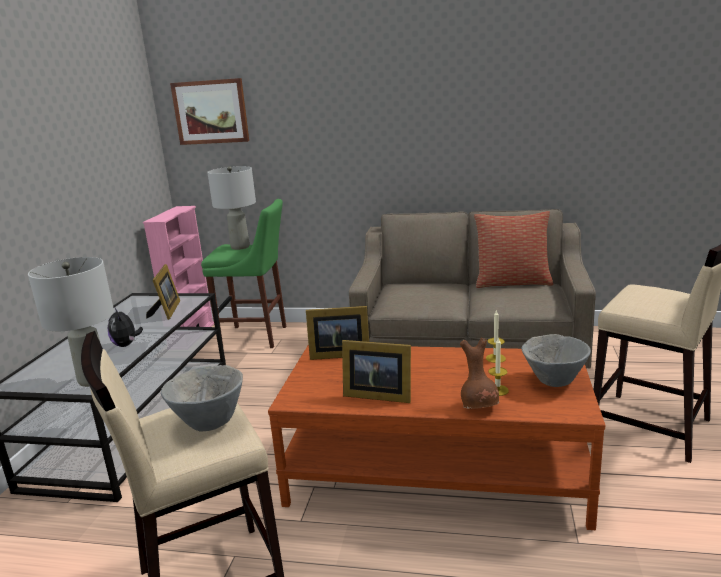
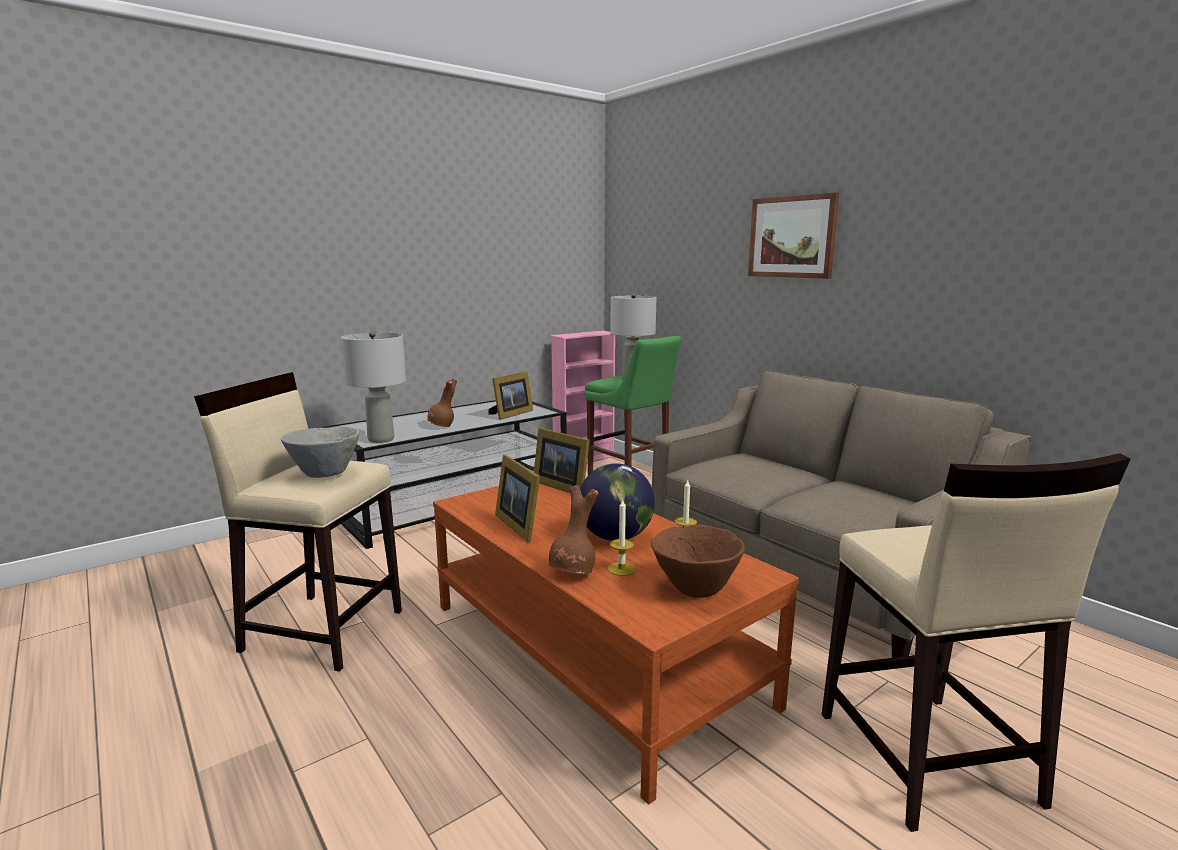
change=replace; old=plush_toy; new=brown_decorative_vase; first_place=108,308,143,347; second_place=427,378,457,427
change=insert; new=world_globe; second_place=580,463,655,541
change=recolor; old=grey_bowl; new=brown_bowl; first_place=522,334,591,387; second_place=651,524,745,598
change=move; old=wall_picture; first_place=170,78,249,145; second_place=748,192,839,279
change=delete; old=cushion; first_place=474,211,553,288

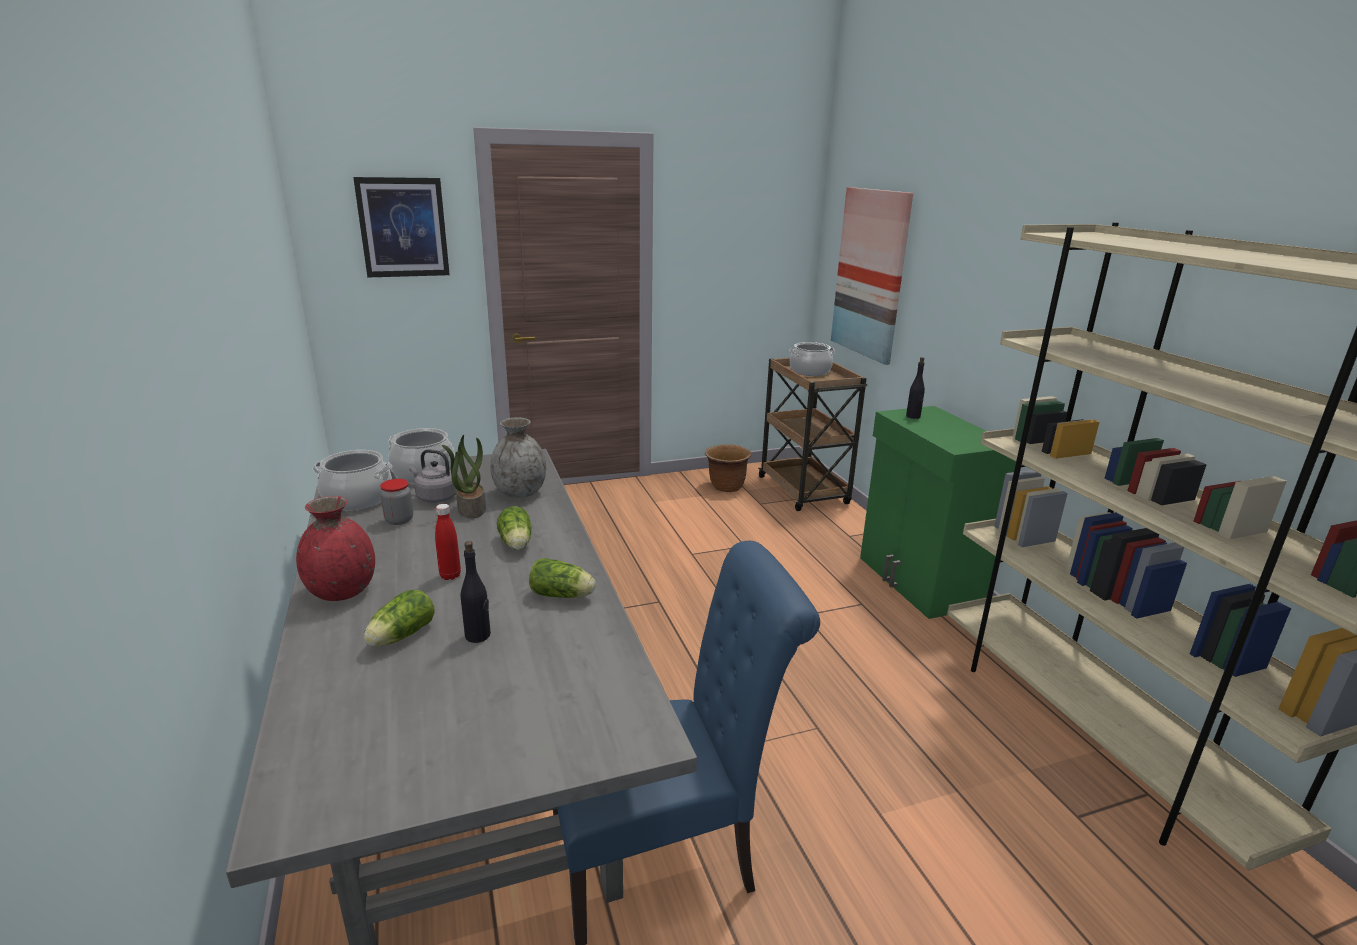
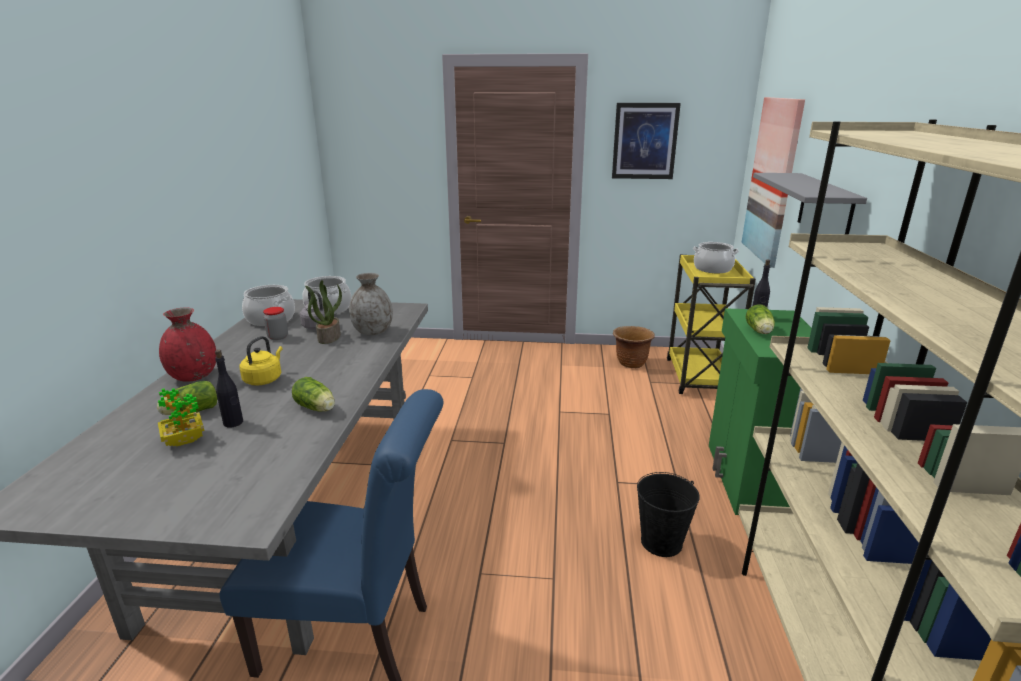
change=insert; new=houseplant; second_place=158,388,205,447
change=replace; old=red_drink_bottle; new=yellowish_water_kettle; first_place=435,504,461,580; second_place=239,336,283,386
change=move; old=wall_picture; first_place=353,177,450,277; second_place=612,103,681,179
change=insert; new=blackish_pail; second_place=637,472,700,557
change=recolor; old=brown_cart; new=yellowish_cart; first_place=758,358,867,511; second_place=667,254,756,394
change=move; old=lettuce_head; first_place=497,506,532,550; second_place=746,304,775,334
change=insert; new=grey_wall_shelf; second_place=753,173,867,234

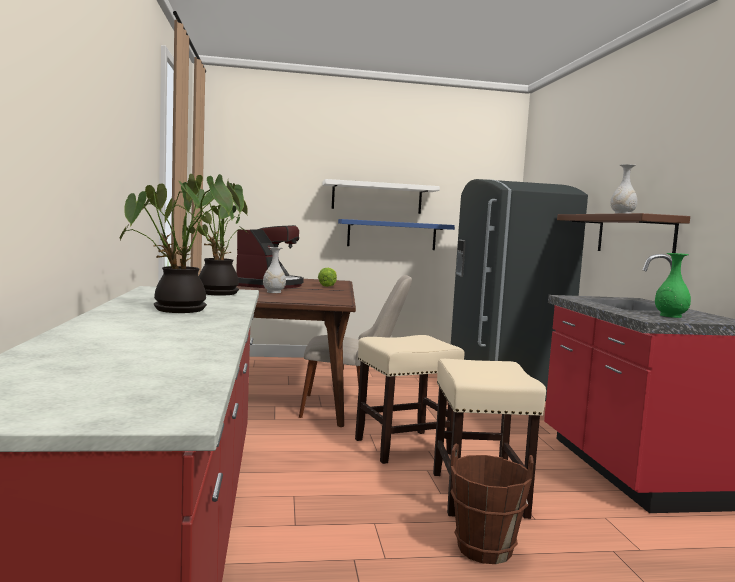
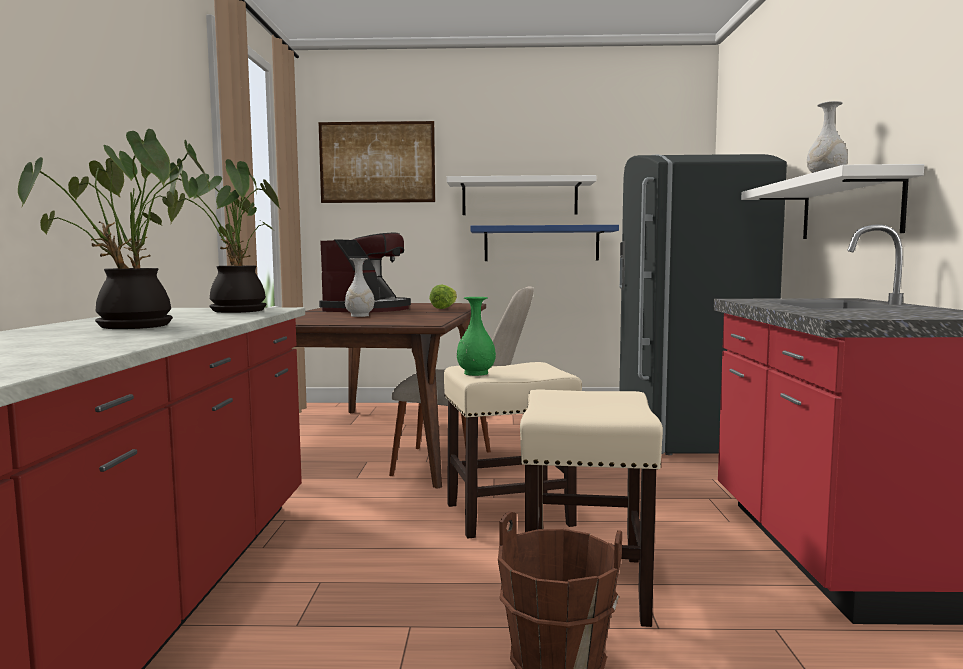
change=insert; new=wall_picture; second_place=319,121,435,203
change=move; old=greenish_decorative_vase; first_place=655,253,691,318; second_place=457,297,496,376
change=recolor; old=brown_wall_shelf; new=white_wall_shelf; first_place=557,213,690,253; second_place=741,164,924,239

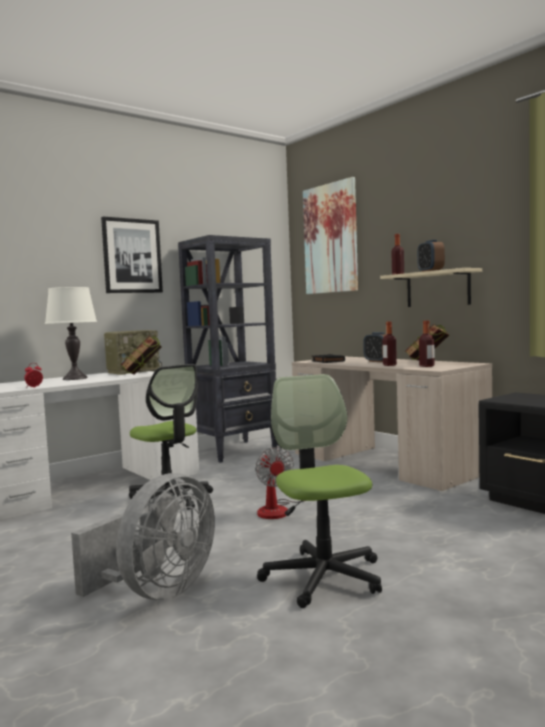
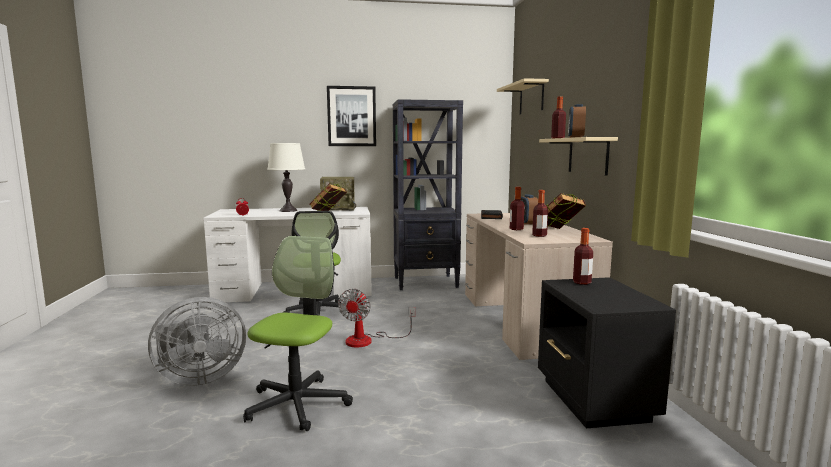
change=replace; old=wall_picture; new=beige_wall_shelf; first_place=303,177,358,294; second_place=497,78,549,114
change=insert; new=drink_bottle; second_place=573,228,593,285

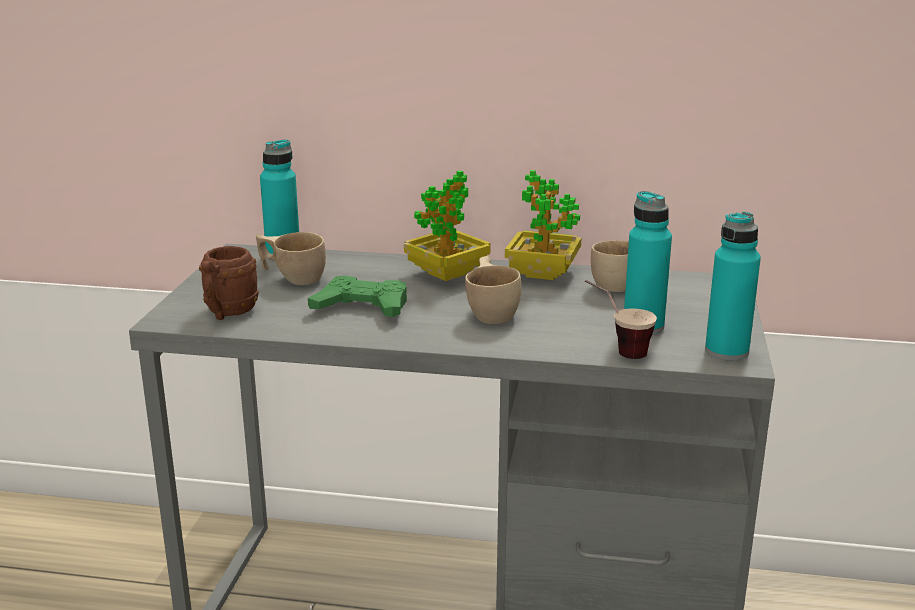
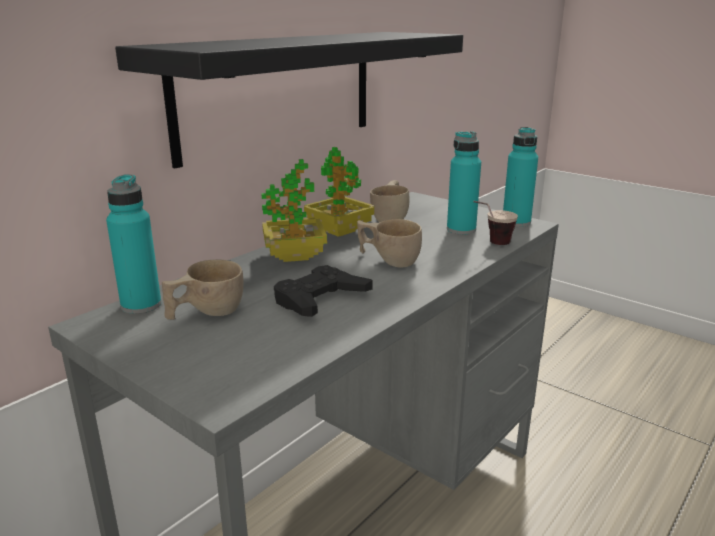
change=insert; new=blackish_wall_shelf; second_place=115,32,463,168
change=recolor; old=greenish_gamepad; new=blackish_gamepad; first_place=308,276,407,317; second_place=274,265,373,317
change=delete; old=brown_coffee_mug; first_place=199,246,259,320

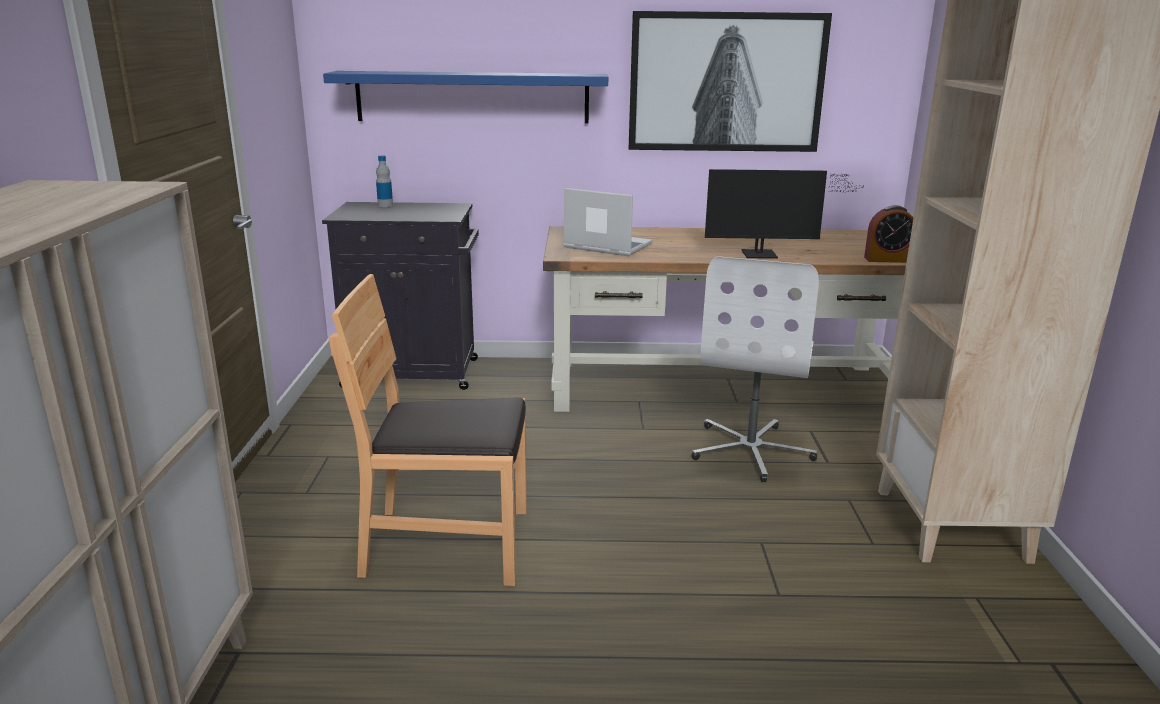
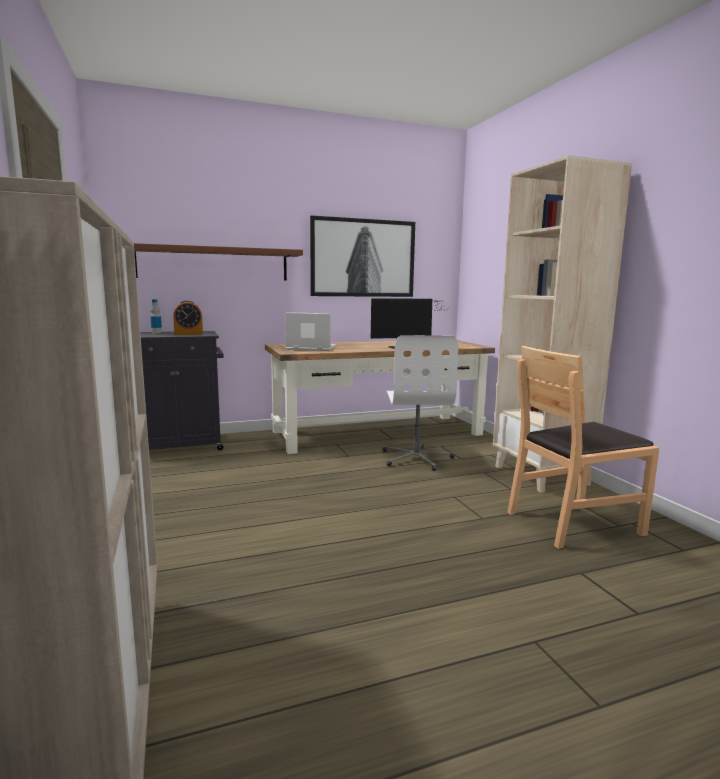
change=recolor; old=blue_wall_shelf; new=brown_wall_shelf; first_place=323,71,608,124; second_place=134,243,303,281
change=move; old=bedside_clock; first_place=864,205,914,263; second_place=173,300,203,335
change=move; old=brown_plain_chair; first_place=329,274,527,586; second_place=507,346,660,549

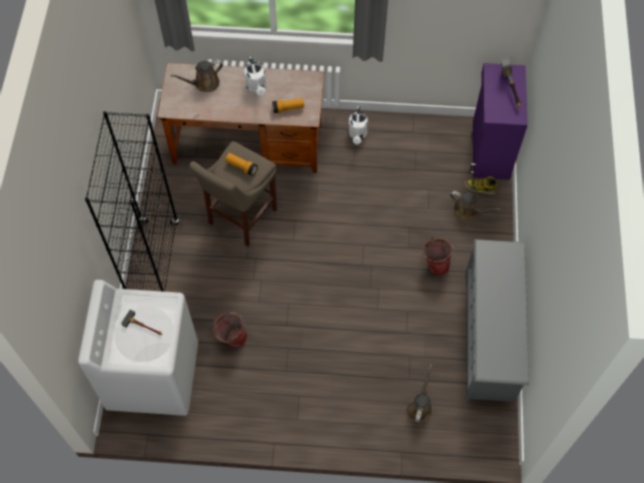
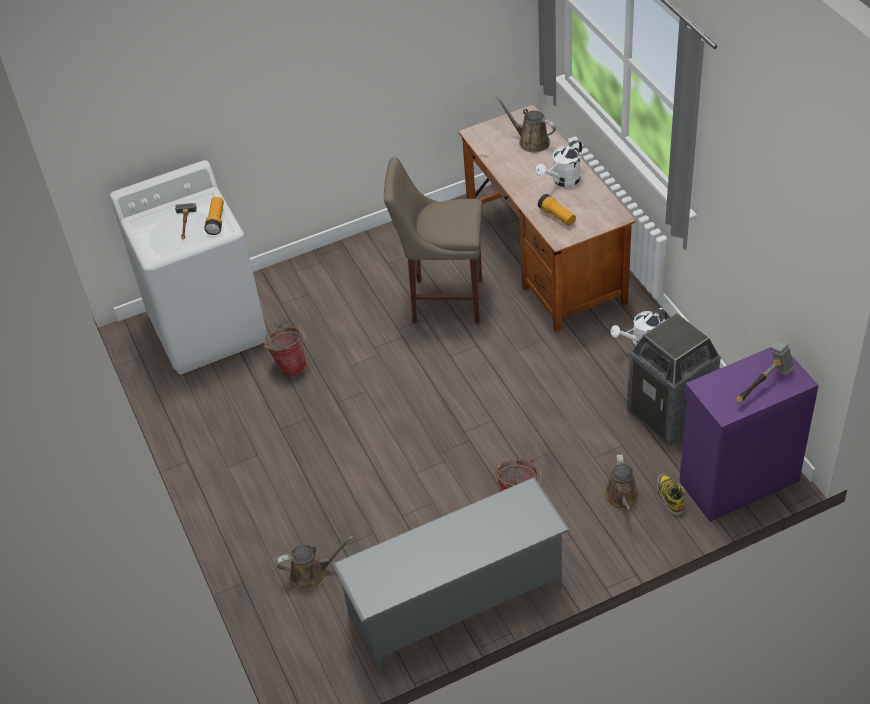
change=move; old=hand_torch; first_place=225,153,258,176; second_place=204,197,224,235
change=insert; new=rubbish_bin; second_place=626,313,721,446
change=delete; old=blackish_bookcase; first_place=85,111,179,292

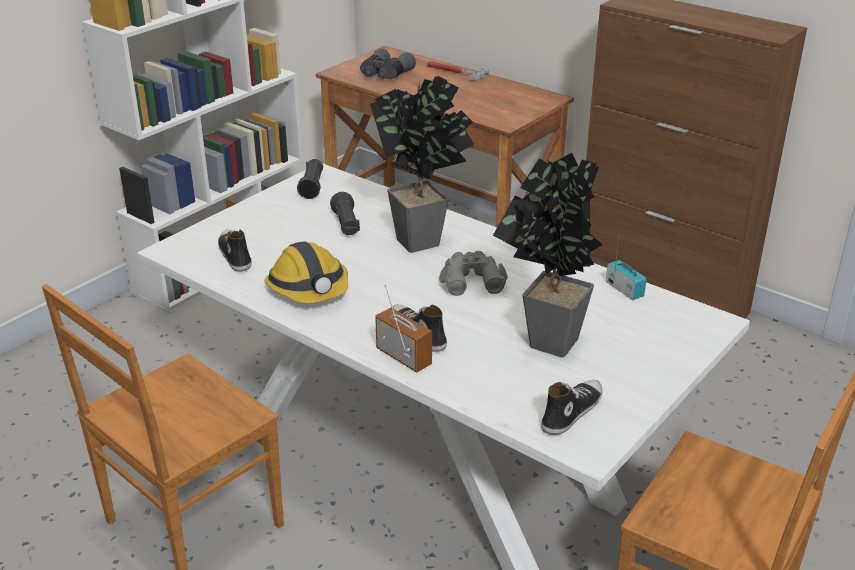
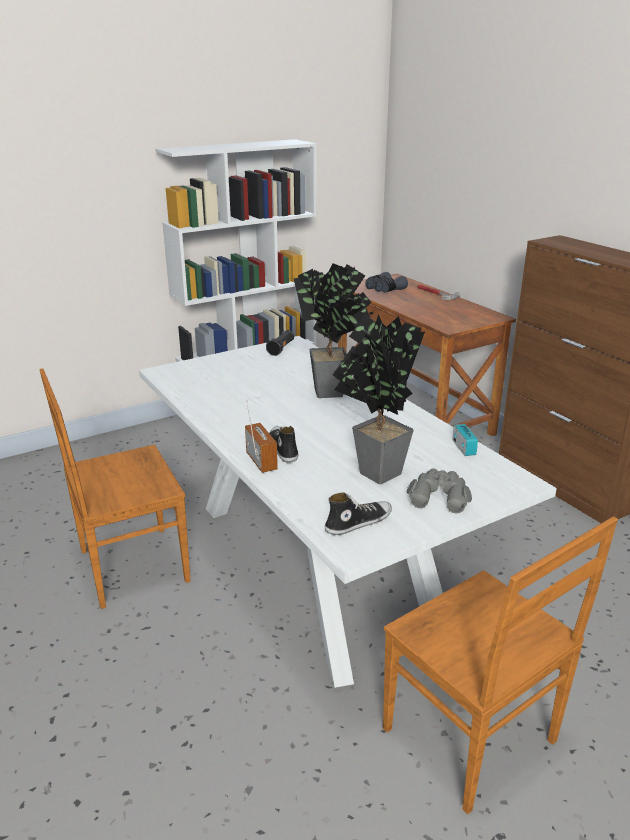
change=move; old=grey_binoculars; first_place=439,251,508,296; second_place=407,468,472,514
change=delete; old=low_shoe; first_place=218,229,252,272
change=delete; old=work_helmet; first_place=264,242,348,303
change=delete; old=blackish_hand_torch; first_place=330,192,360,235

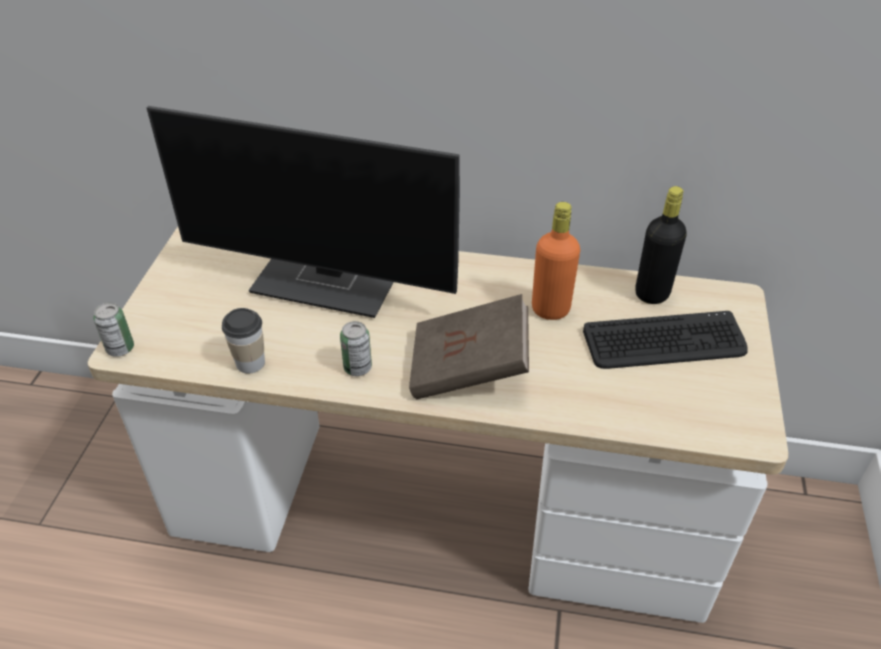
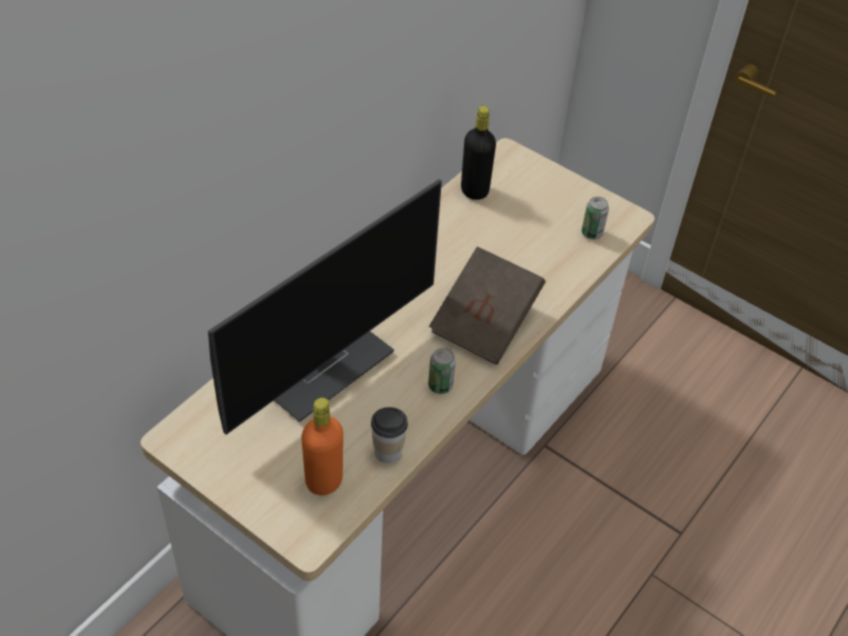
change=move; old=orange-coloured_drink_bottle; first_place=532,202,580,320; second_place=301,398,343,495
change=move; old=sealed_can; first_place=93,302,134,357; second_place=582,197,609,239
change=delete; old=keyboard; first_place=583,311,748,369

